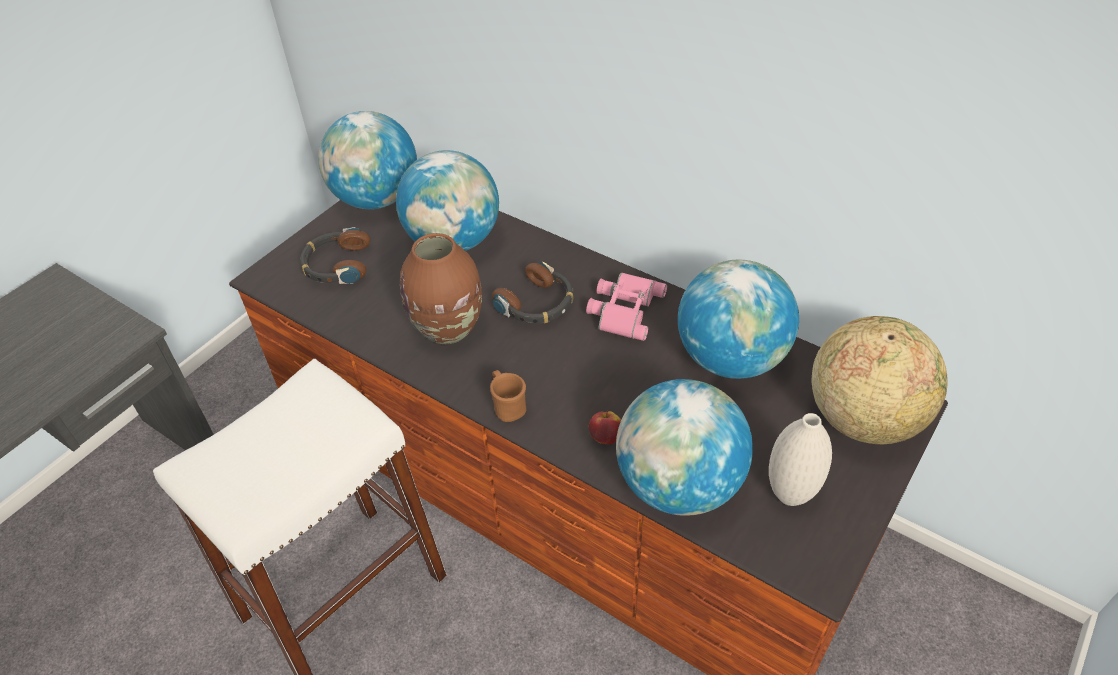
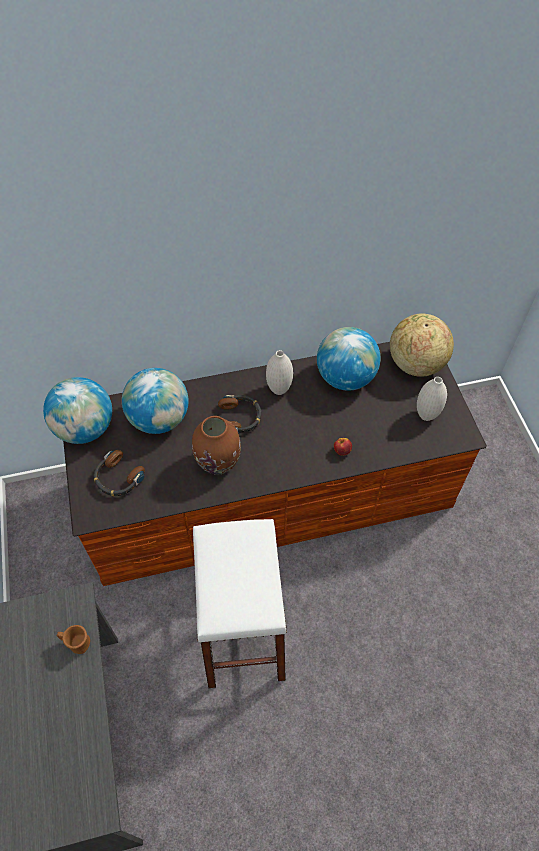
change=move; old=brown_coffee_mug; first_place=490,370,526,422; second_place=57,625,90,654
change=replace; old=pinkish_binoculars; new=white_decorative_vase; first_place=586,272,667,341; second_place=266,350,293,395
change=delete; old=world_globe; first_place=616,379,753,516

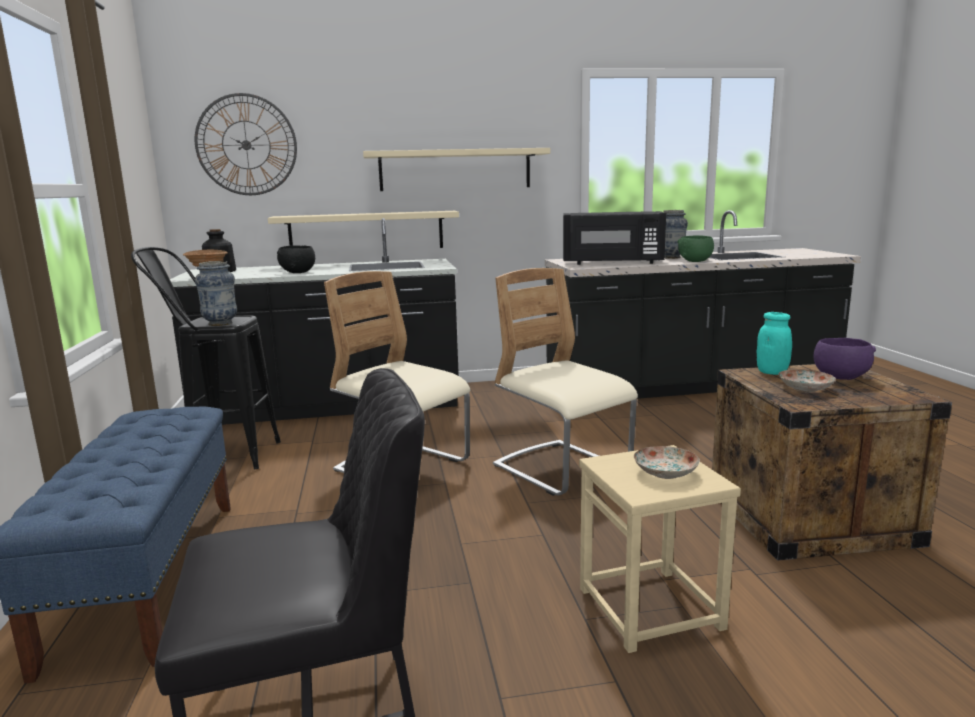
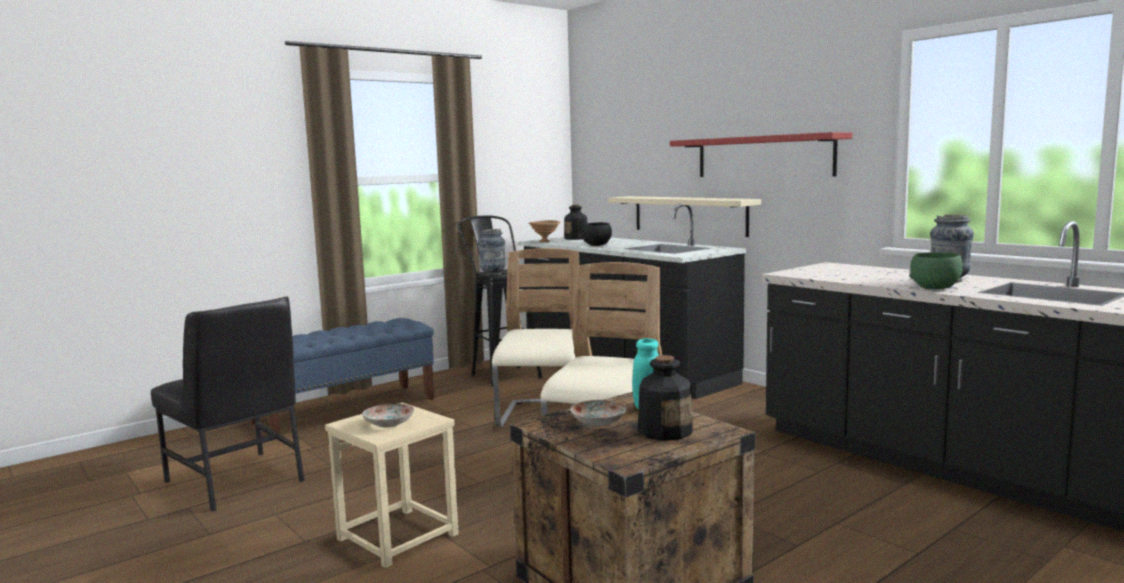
change=replace; old=purple_bowl; new=drink_bottle; first_place=813,338,876,380; second_place=638,355,693,441
change=recolor; old=beige_wall_shelf; new=red_wall_shelf; first_place=363,148,550,191; second_place=670,132,852,177
change=delete; old=hanging_clock; first_place=195,93,297,195
change=delete; old=blackish_kitchen_microwave; first_place=563,211,666,265

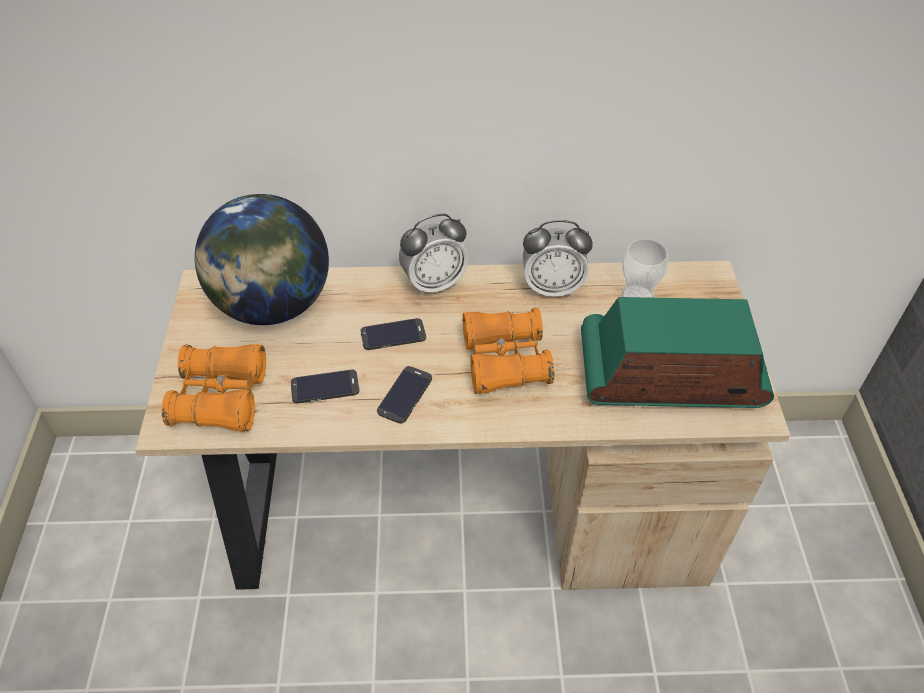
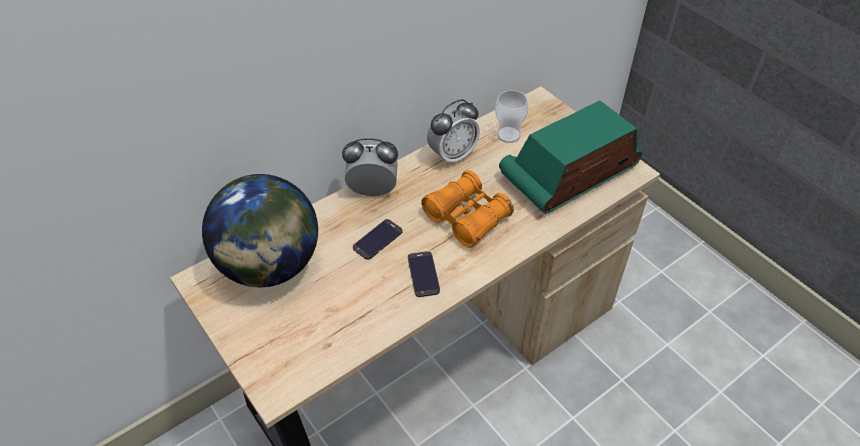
change=rotate; old=bedside_clock; first_place=399,214,468,296; second_place=342,138,398,197; degrees=-120
change=delete; old=orange-coloured_binoculars; first_place=162,344,266,432
change=delete; old=phone; first_place=291,370,359,403

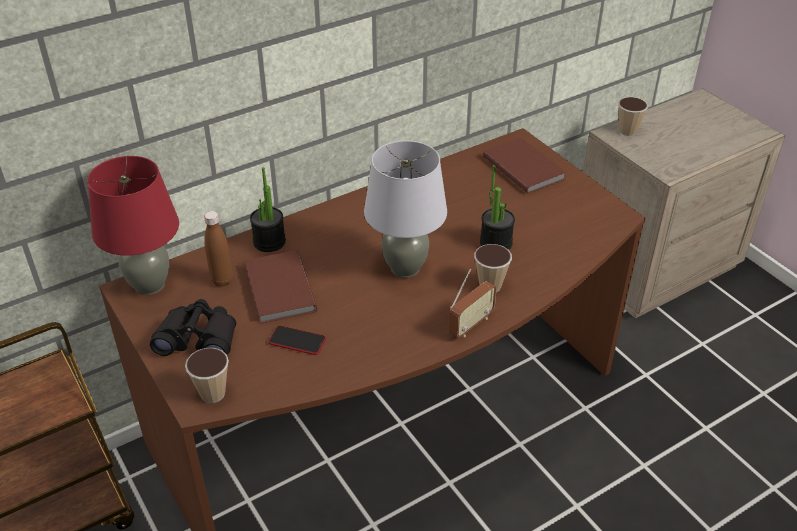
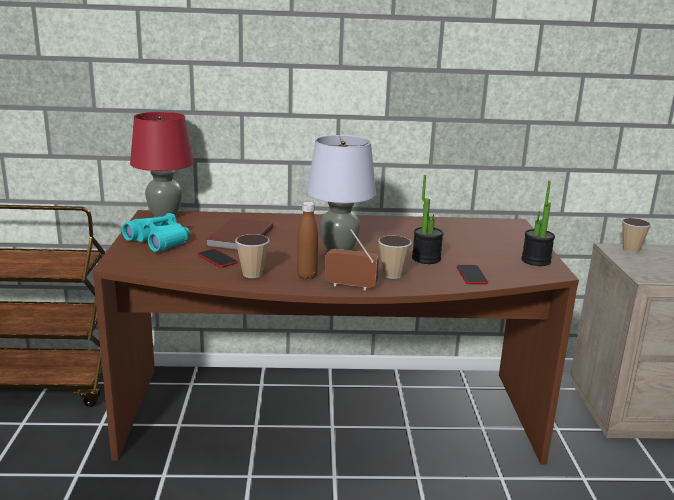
change=recolor; old=blackish_binoculars; new=turquoise-coloured_binoculars; first_place=150,299,236,356; second_place=122,213,190,252
change=move; old=cup; first_place=185,348,229,403; second_place=235,234,270,278
change=move; old=brown_drink_bottle; first_place=204,211,233,287; second_place=297,202,318,280
change=rotate; old=radio; first_place=449,268,497,338; second_place=325,229,379,291; degrees=-150
change=insert; new=phone; second_place=457,265,488,284
change=move; old=houseplant; first_place=250,167,286,252; second_place=521,181,555,266
change=delete; old=brown_volume; first_place=483,138,566,194

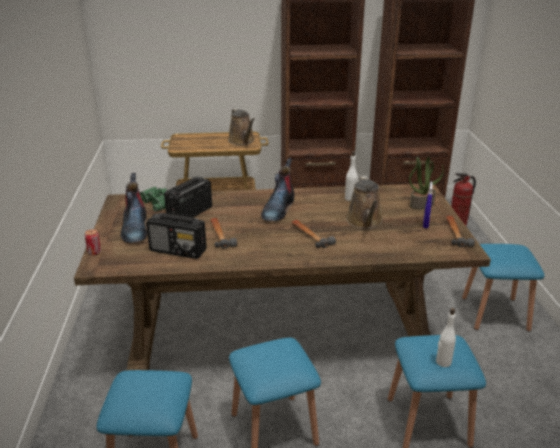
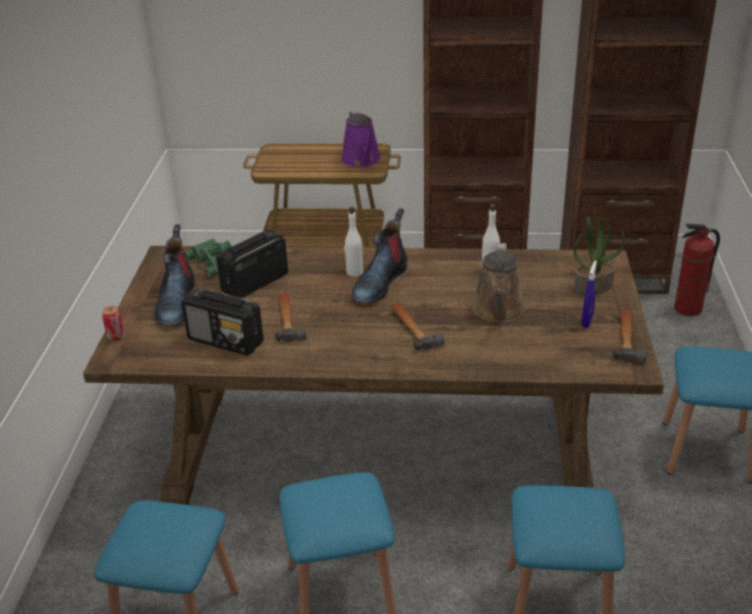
change=recolor; old=brown_sprinkling_can; new=purple_sprinkling_can; first_place=228,108,255,145; second_place=341,110,381,167
change=move; old=white_drink_bottle; first_place=436,308,456,367; second_place=344,207,363,277

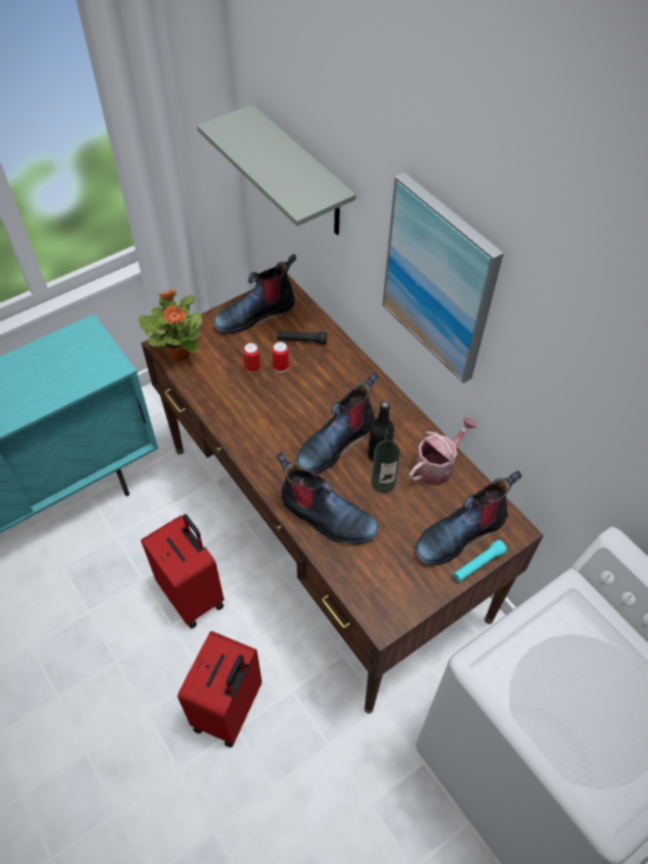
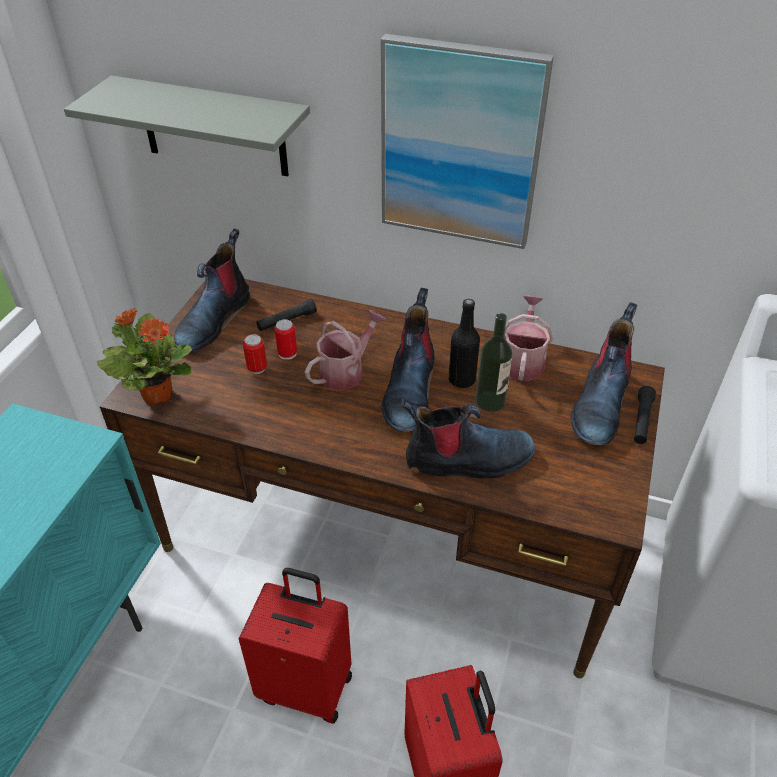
change=insert; new=sprinkling_can; second_place=305,310,387,391
change=recolor; old=turquoise-coloured_hand_torch; new=blackish_hand_torch; first_place=453,540,507,582; second_place=634,386,656,444

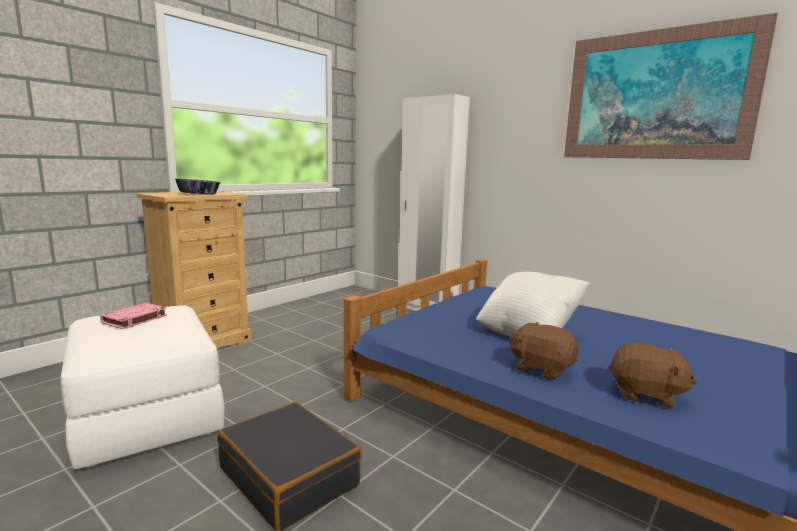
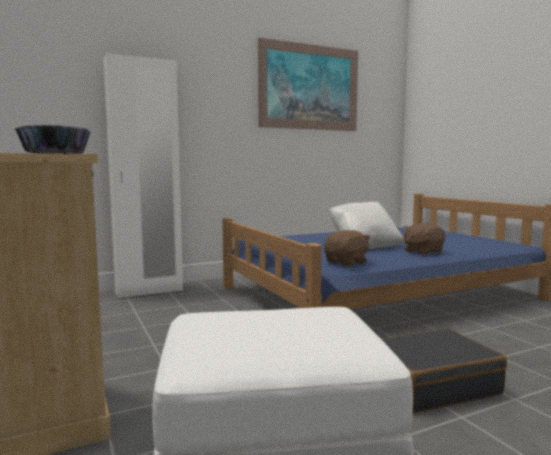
change=move; old=brown_plush_toy; first_place=609,343,697,408; second_place=324,230,370,266
change=delete; old=pinkish_volume; first_place=100,303,167,329

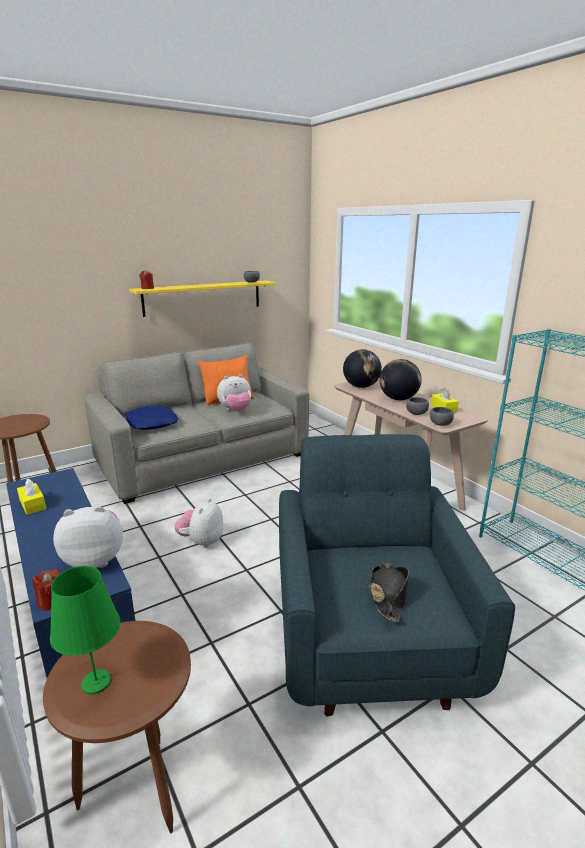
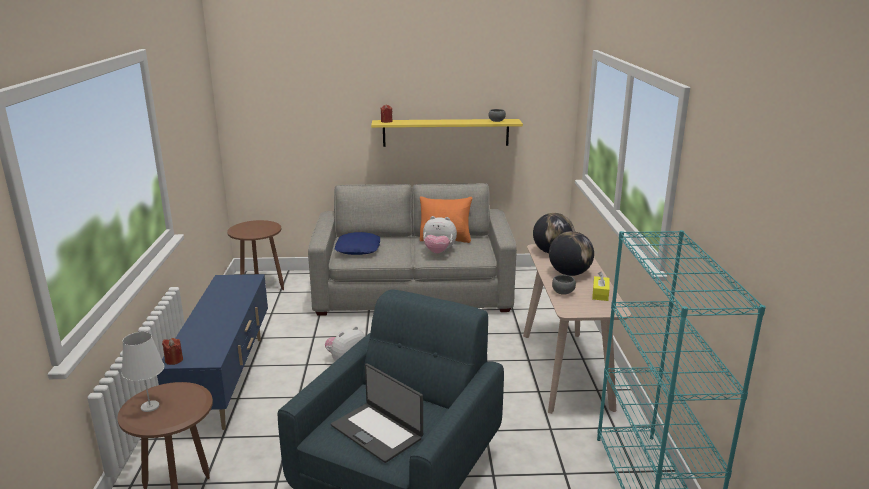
change=recolor; old=greenish_tabletop_lamp; new=white_tabletop_lamp; first_place=50,566,121,695; second_place=122,332,164,412
change=replace; old=blackish_wearable_hat; new=laptop; first_place=369,562,409,622; second_place=331,363,423,463
change=delete; old=yellowish_tissue_holder; first_place=17,479,46,515
change=delete; old=plush_toy; first_place=53,506,123,568
change=delete; old=grey_bowl; first_place=430,407,454,426

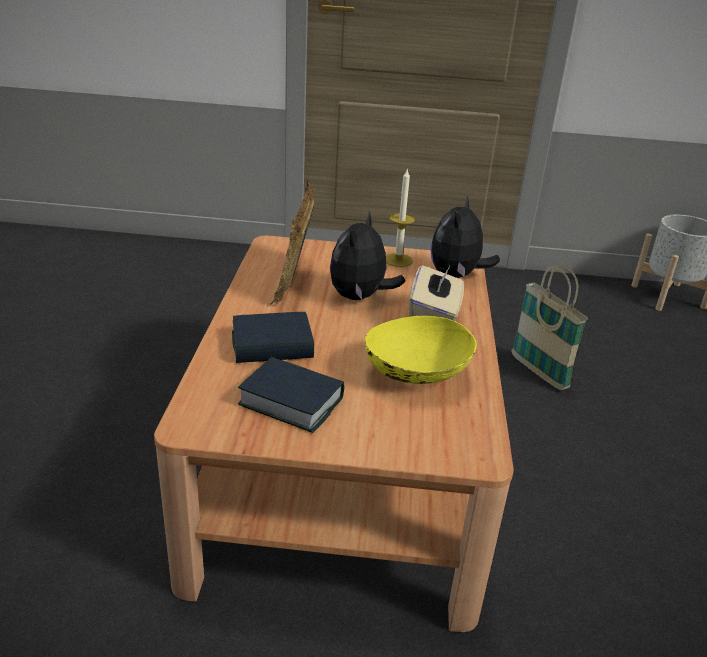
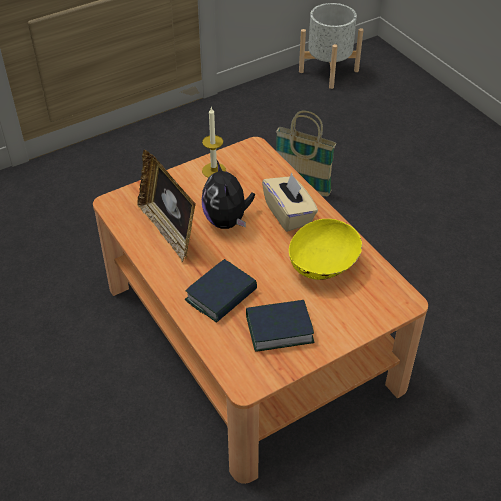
change=delete; old=plush_toy; first_place=431,196,500,278

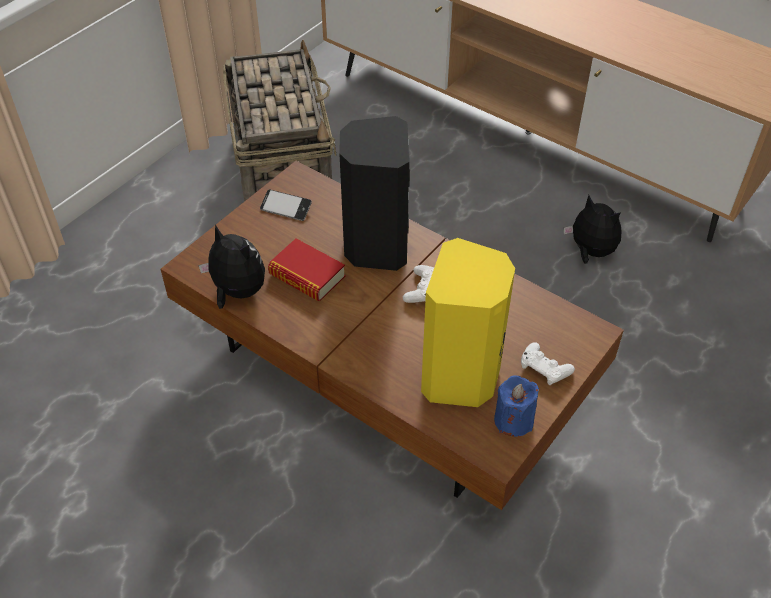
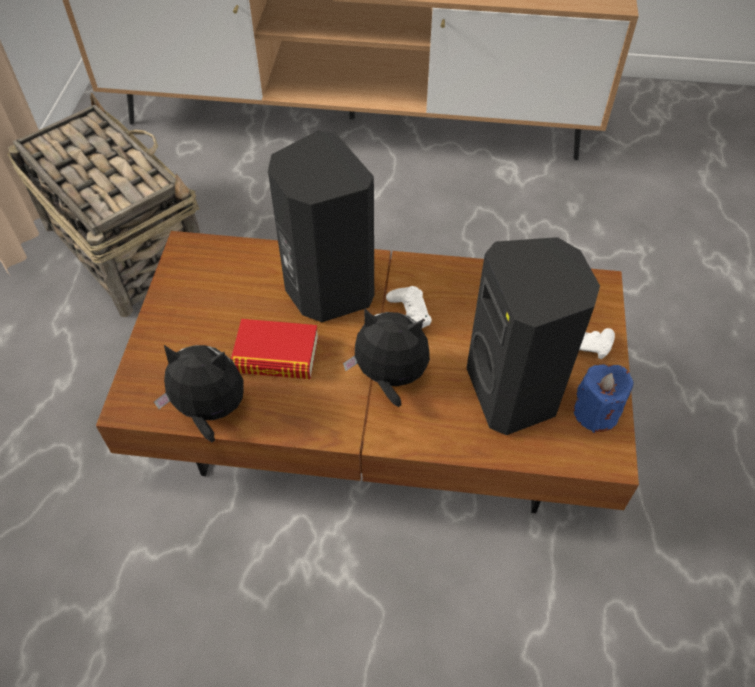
change=move; old=plush_toy; first_place=564,195,621,264; second_place=343,308,430,407
change=recolor; old=yellowish_loudspeaker; new=blackish_loudspeaker; first_place=421,238,515,407; second_place=467,237,600,435
change=delete; old=phone; first_place=260,189,312,221

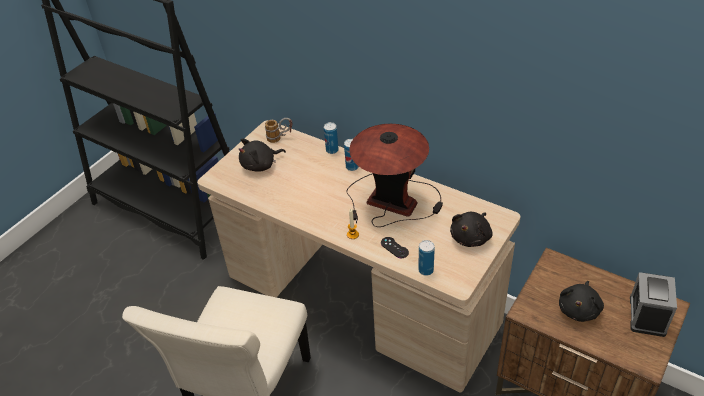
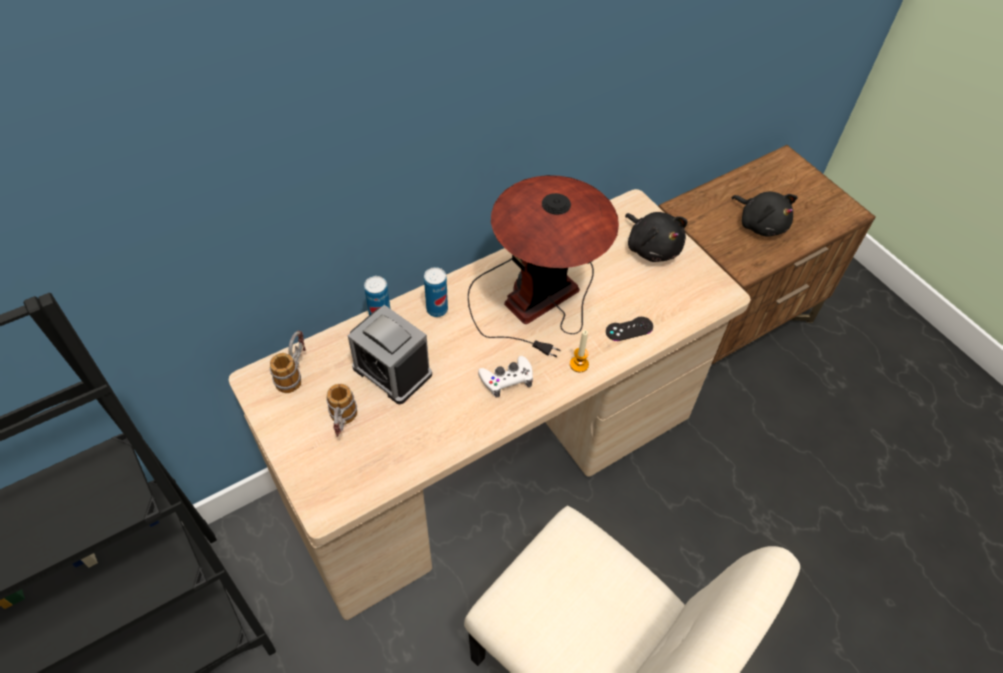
change=replace; old=blackish_plush_toy; new=coffee_mug; first_place=239,139,286,172; second_place=326,384,357,437
change=move; old=bedside_clock; first_place=630,272,677,337; second_place=348,305,432,404
change=insert; new=white_gamepad; second_place=478,356,533,398
change=delete; old=sealed_can; first_place=418,240,435,276

